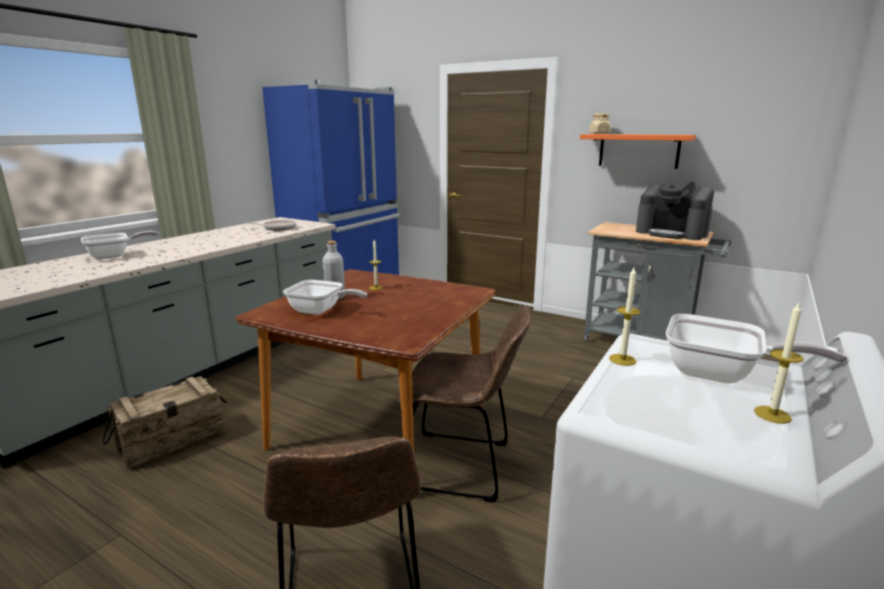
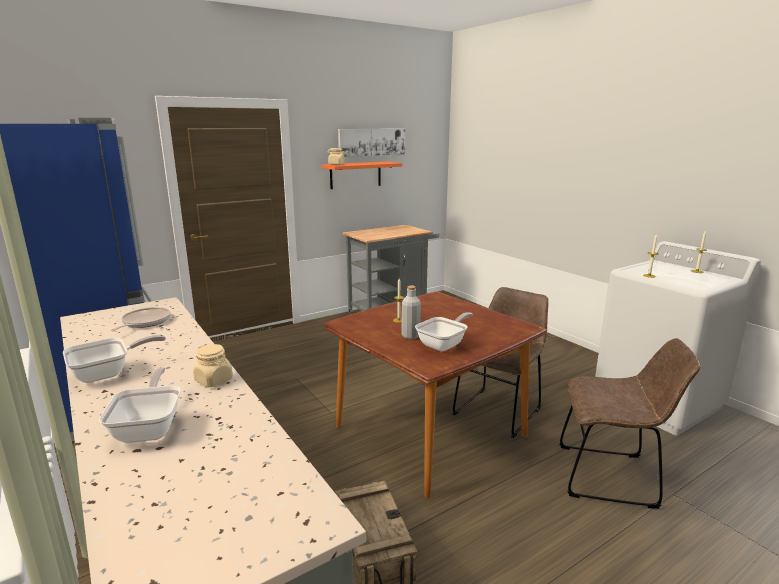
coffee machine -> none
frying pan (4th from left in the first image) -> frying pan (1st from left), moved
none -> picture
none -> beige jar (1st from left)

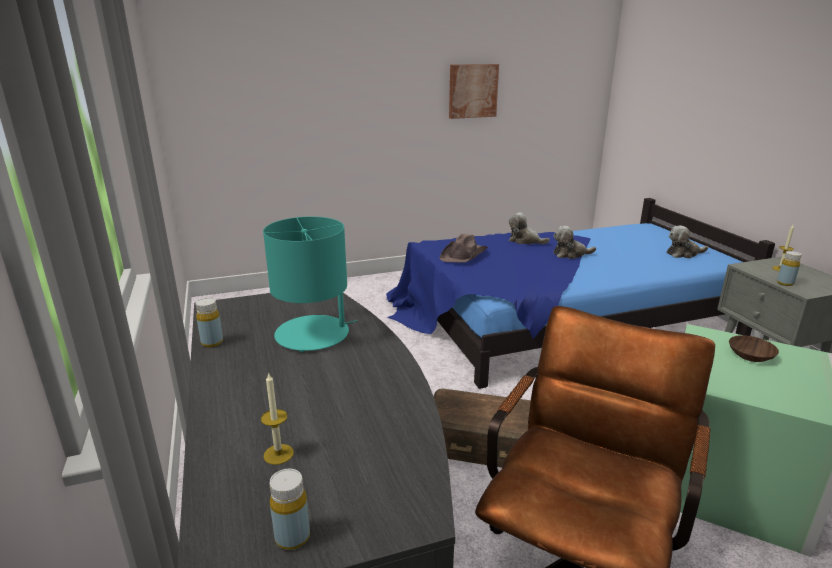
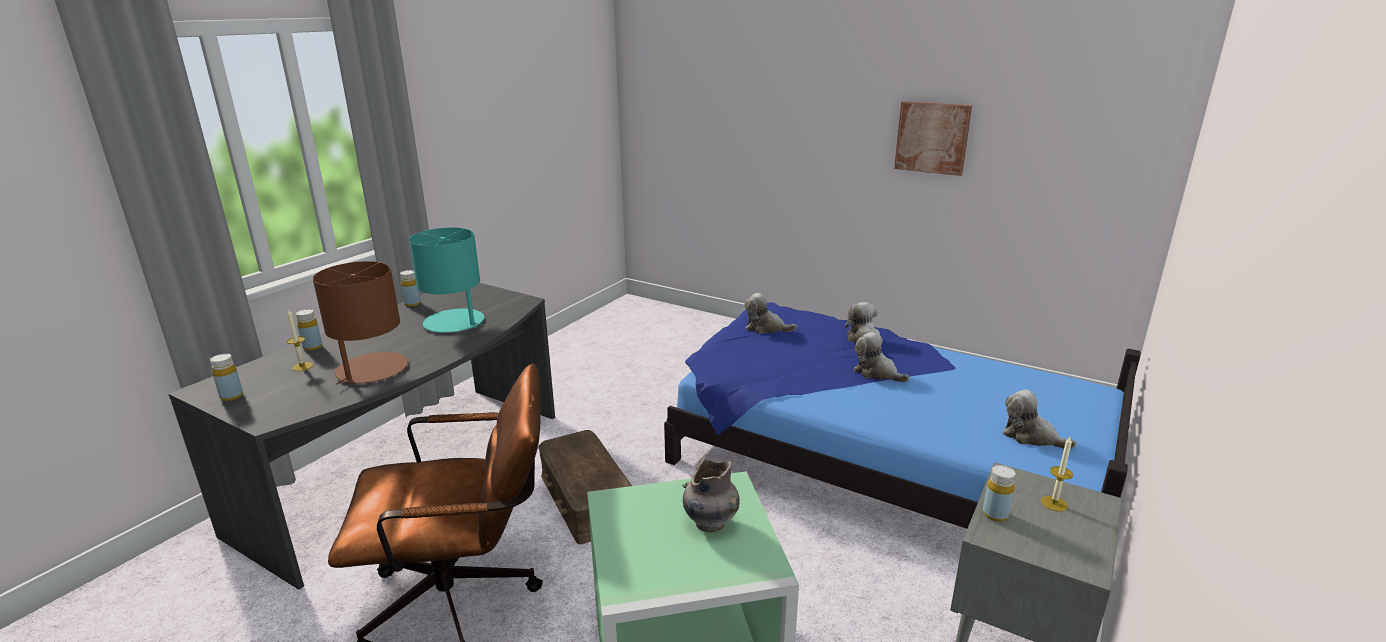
brown hat -> plush toy (1st from left)
brown bowl -> grey vase
none -> brown table lamp
none -> yellow bottle (2nd from left)

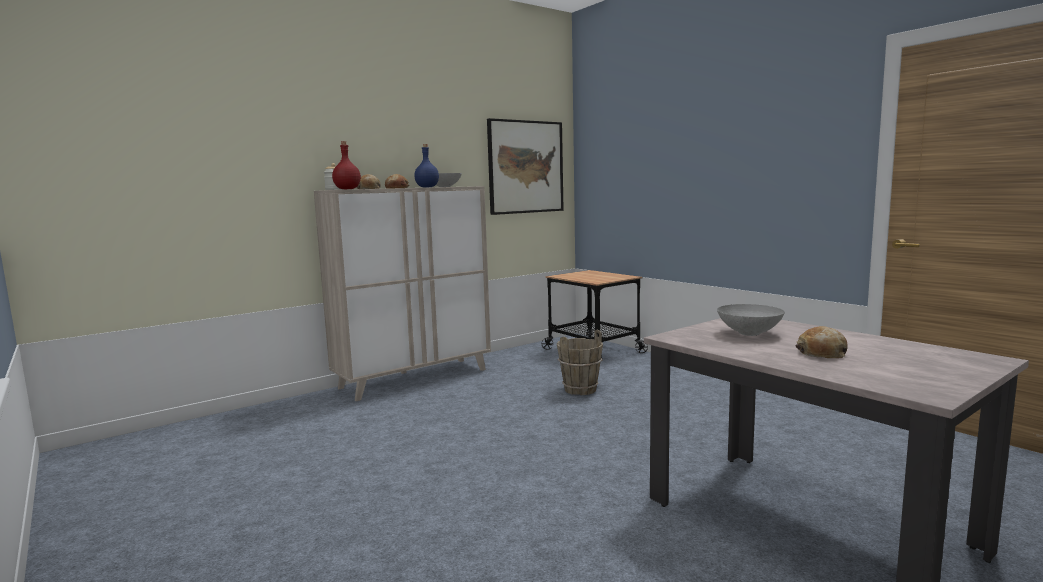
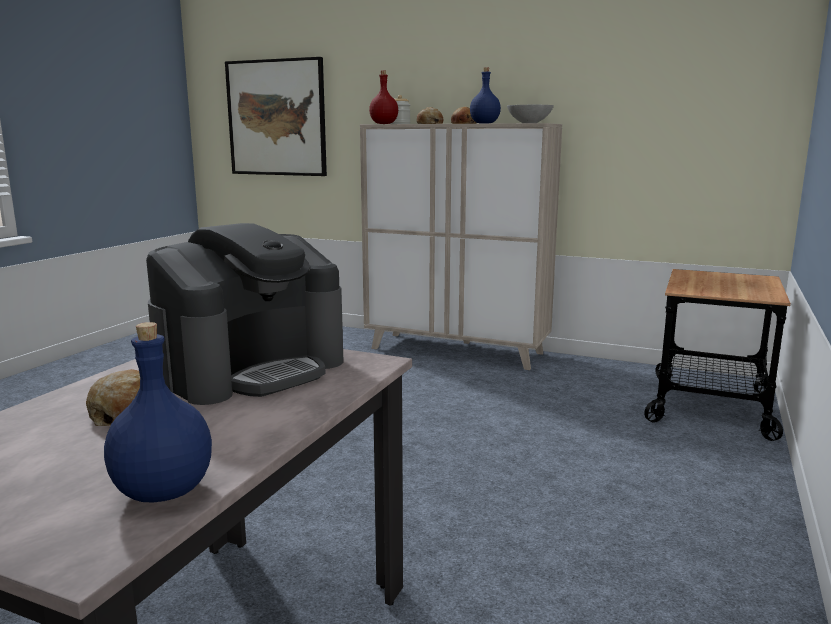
picture, moved
grey bowl (2nd from left) -> coffee machine
brown bucket -> none
none -> blue bottle (1st from left)

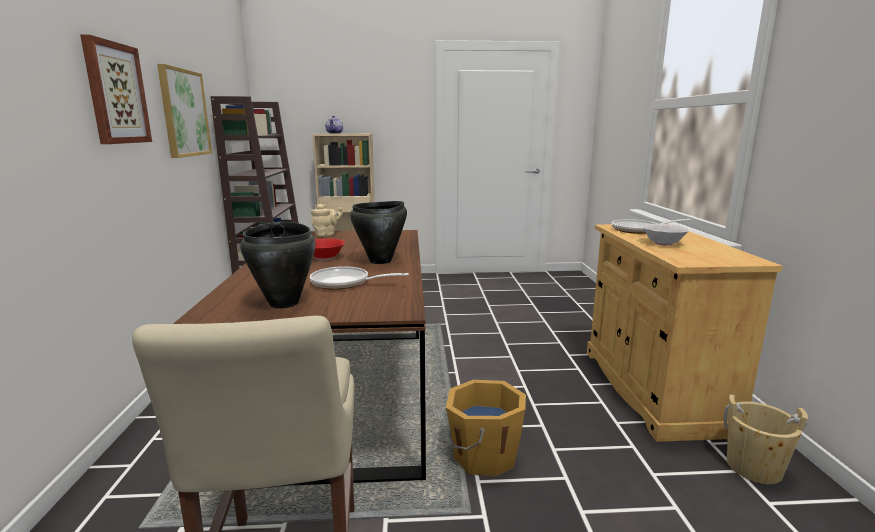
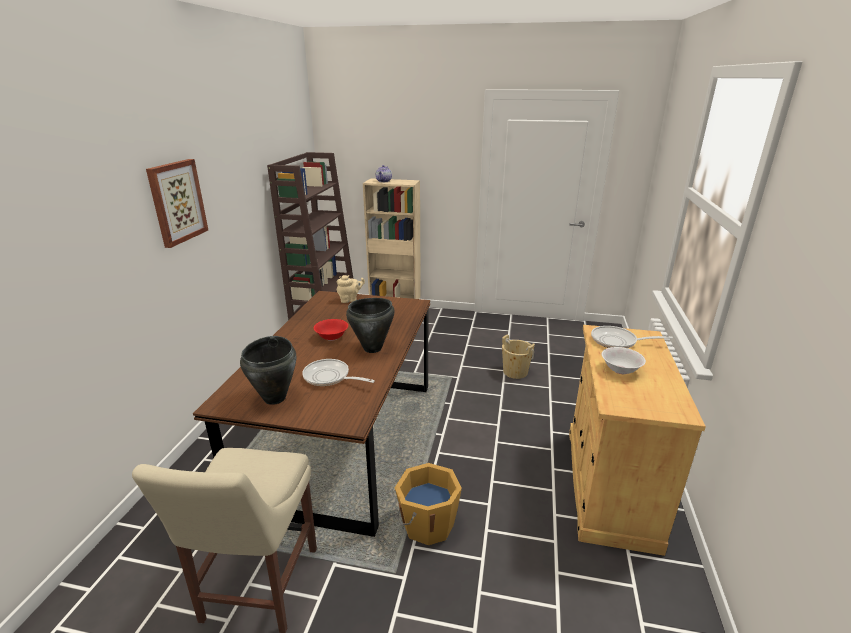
picture (2nd from left) -> none
beige bucket, moved

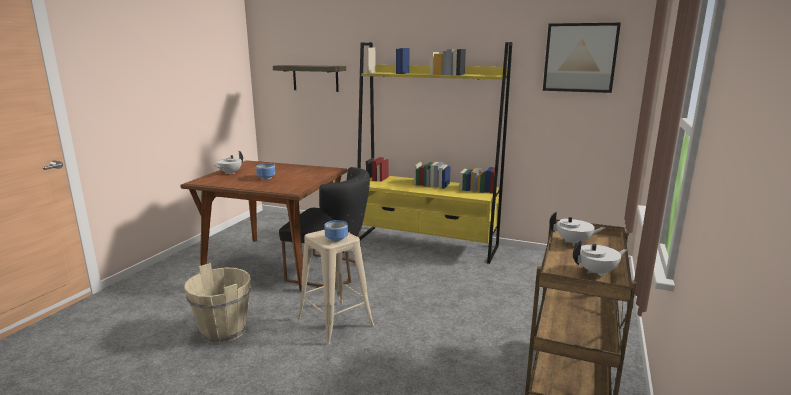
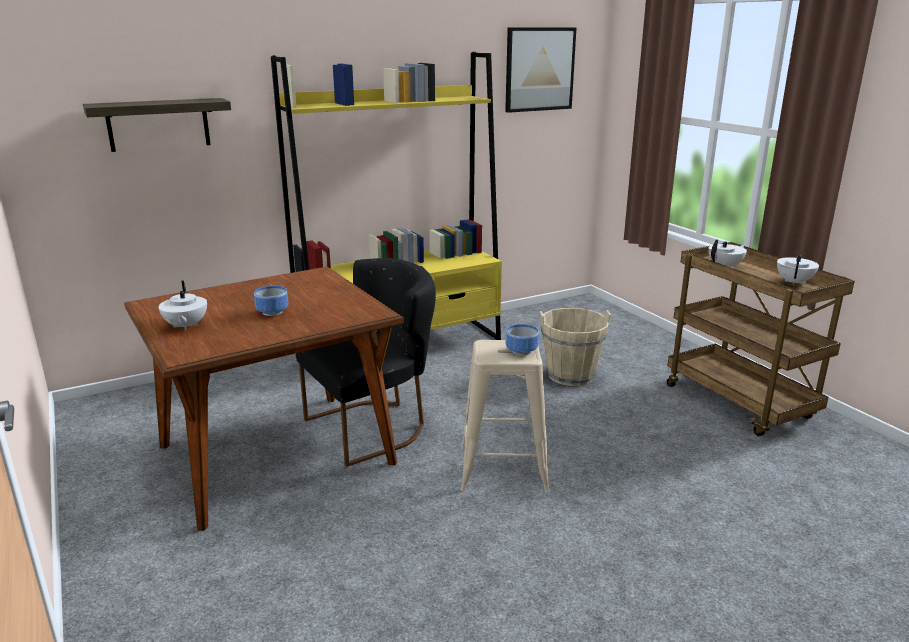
beige bucket, moved

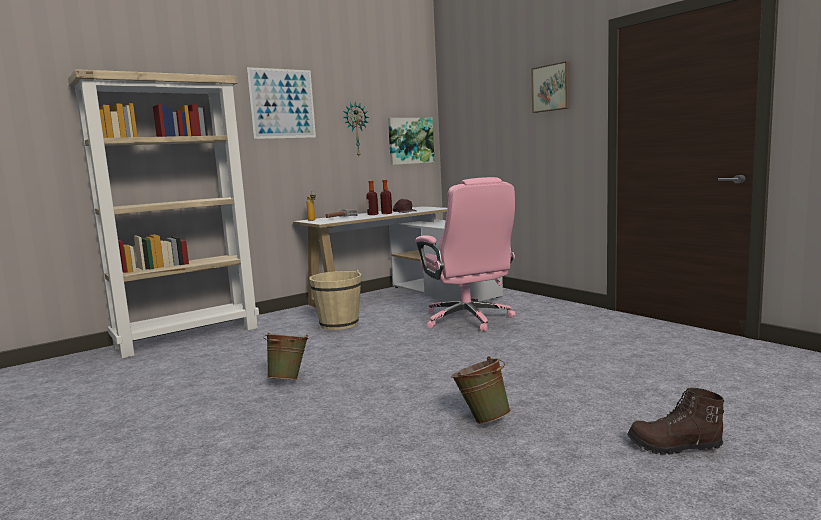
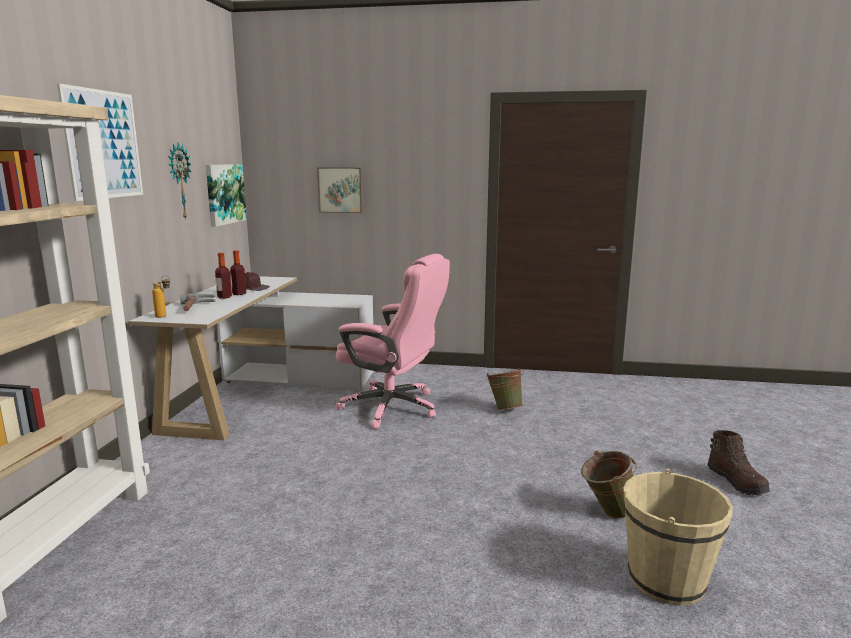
picture (3rd from left), moved
beige bucket, moved
green bucket (1st from left), moved
brown boot, 75 degrees counterclockwise

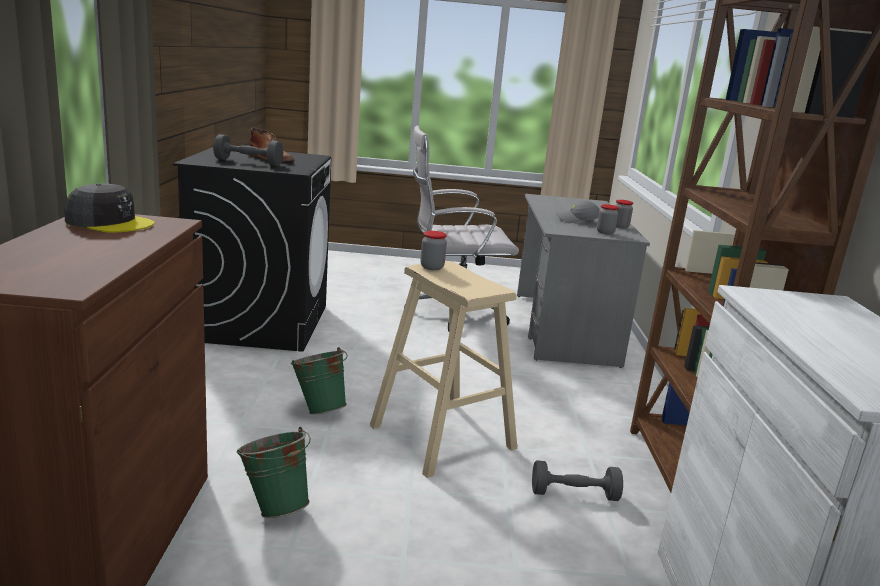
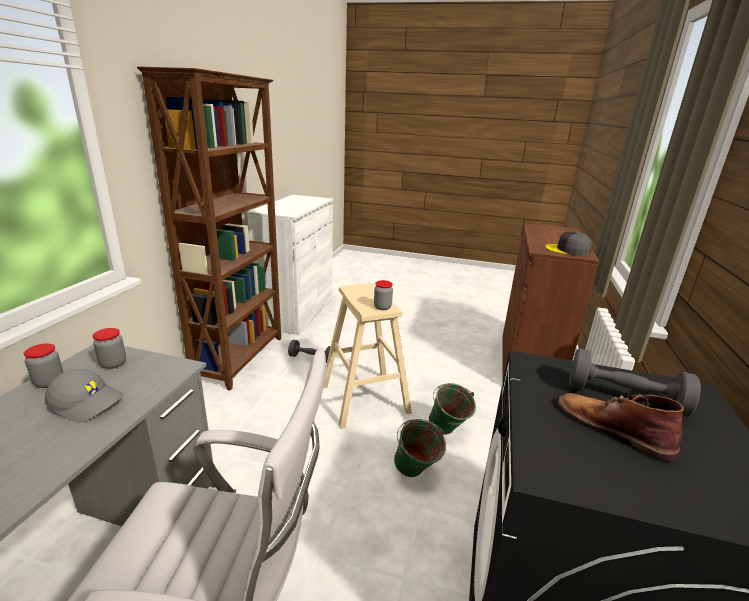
green bucket (1st from left), moved

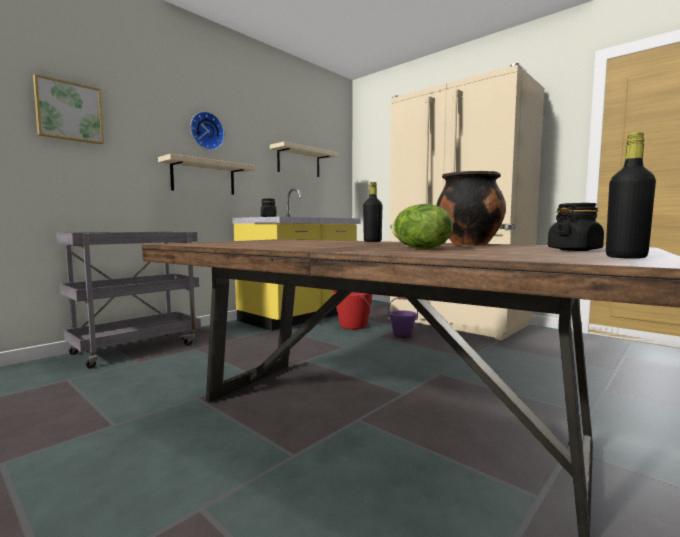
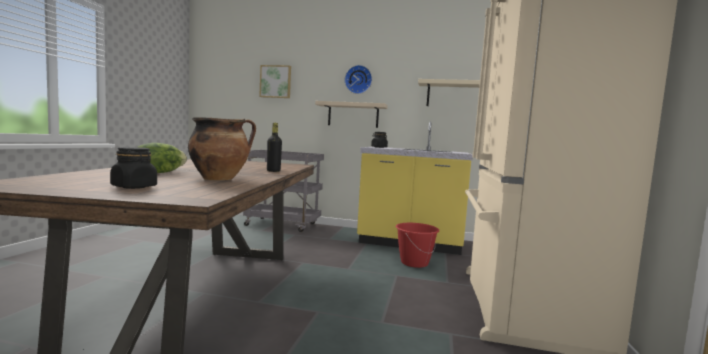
black bottle (2nd from left) -> none
purple bucket -> none

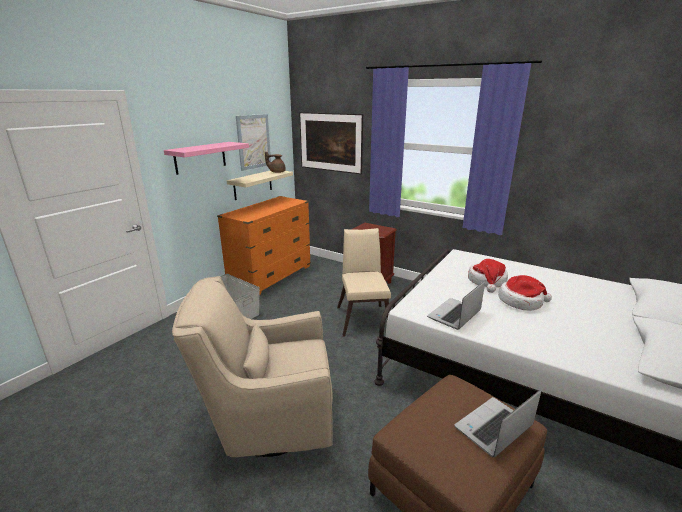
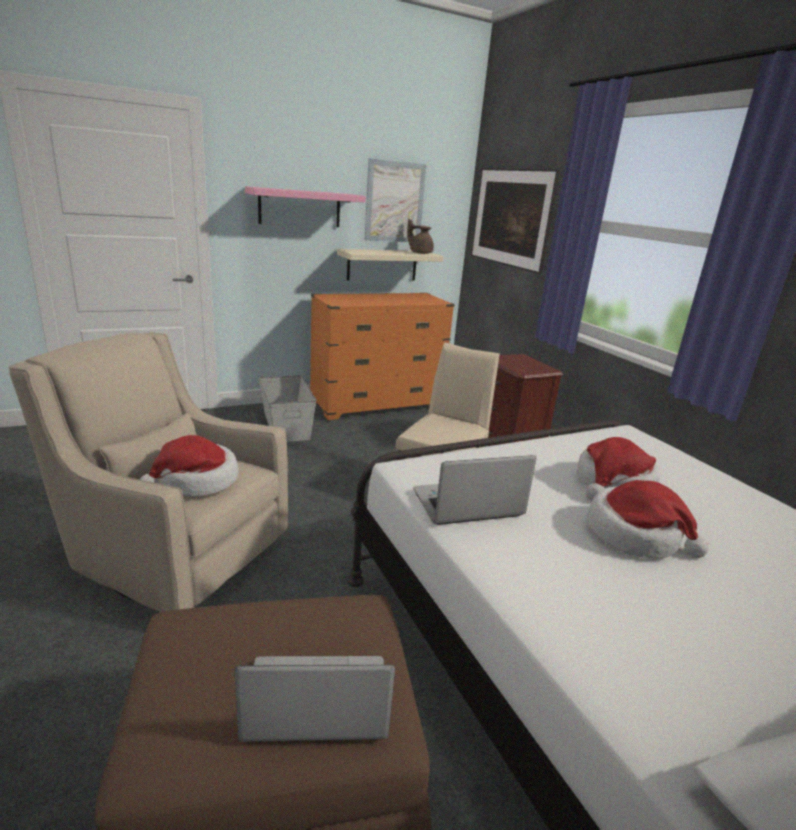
none -> hat (1st from left)

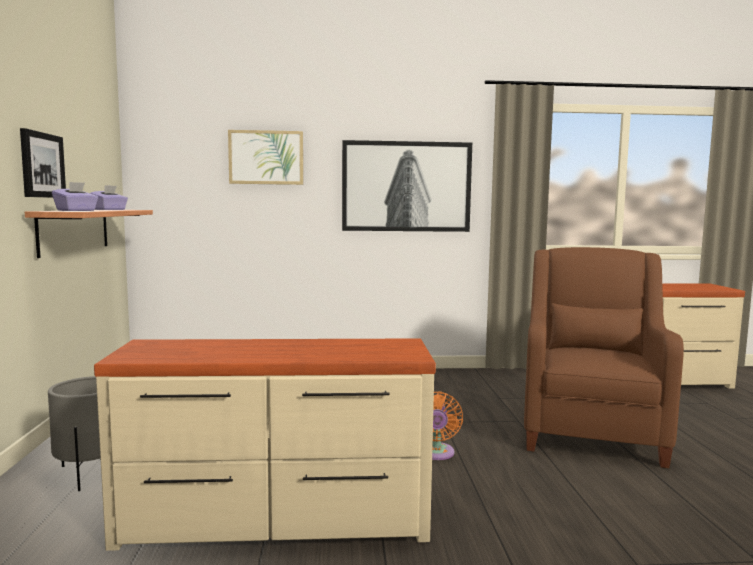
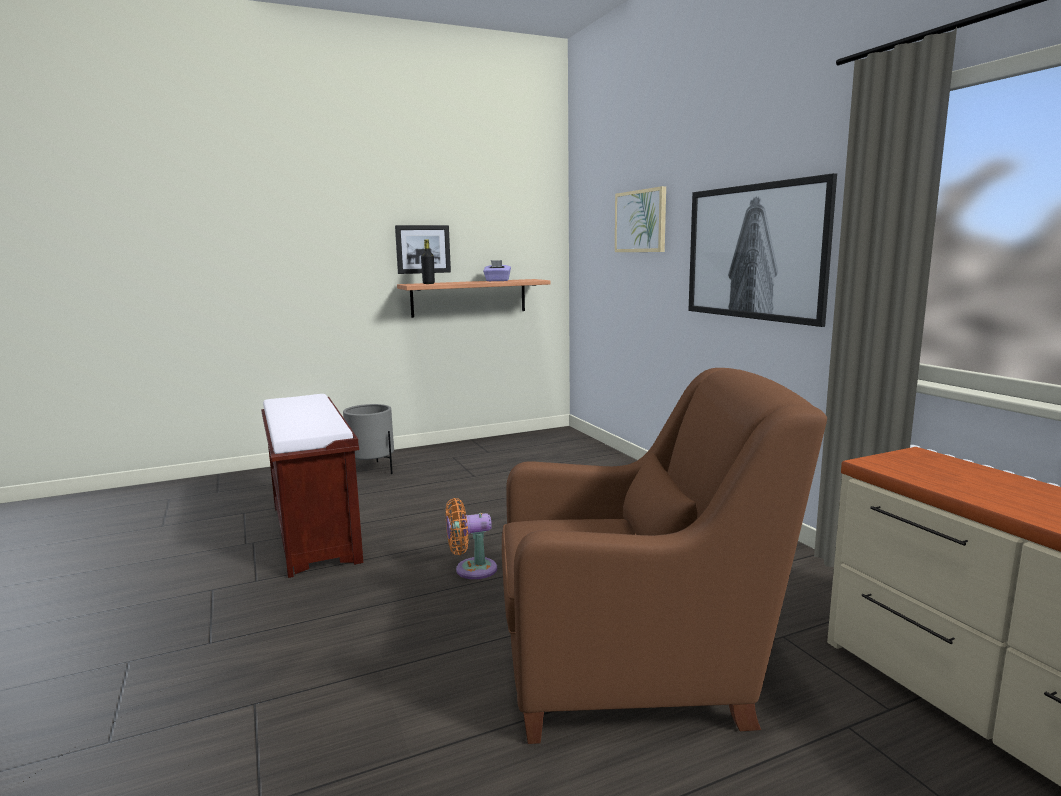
purple tissue box (1st from left) -> black bottle
beige dresser (1st from left) -> brown bench

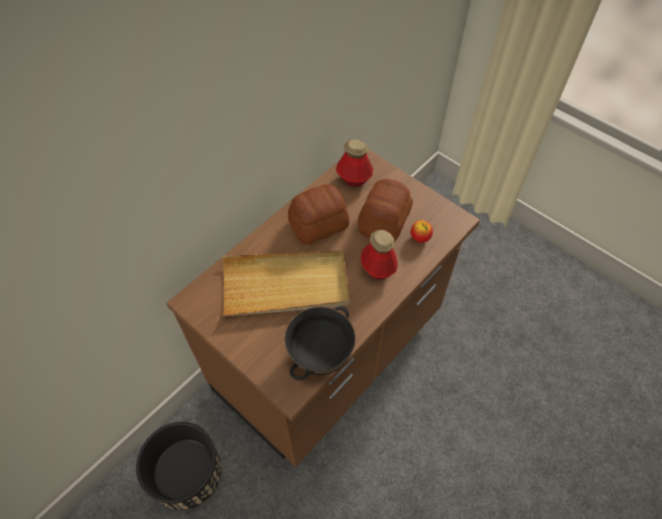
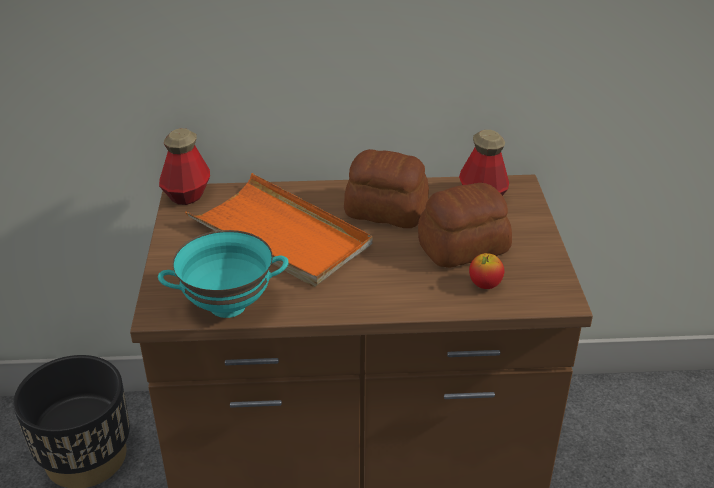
bottle (2nd from left in the first image) -> bottle (1st from left), moved
beige tray -> orange tray
black bowl -> turquoise bowl

